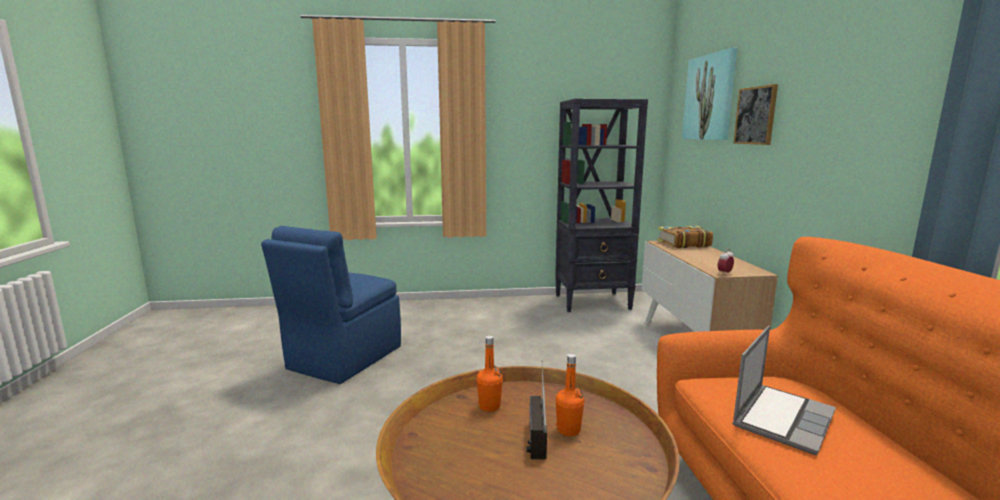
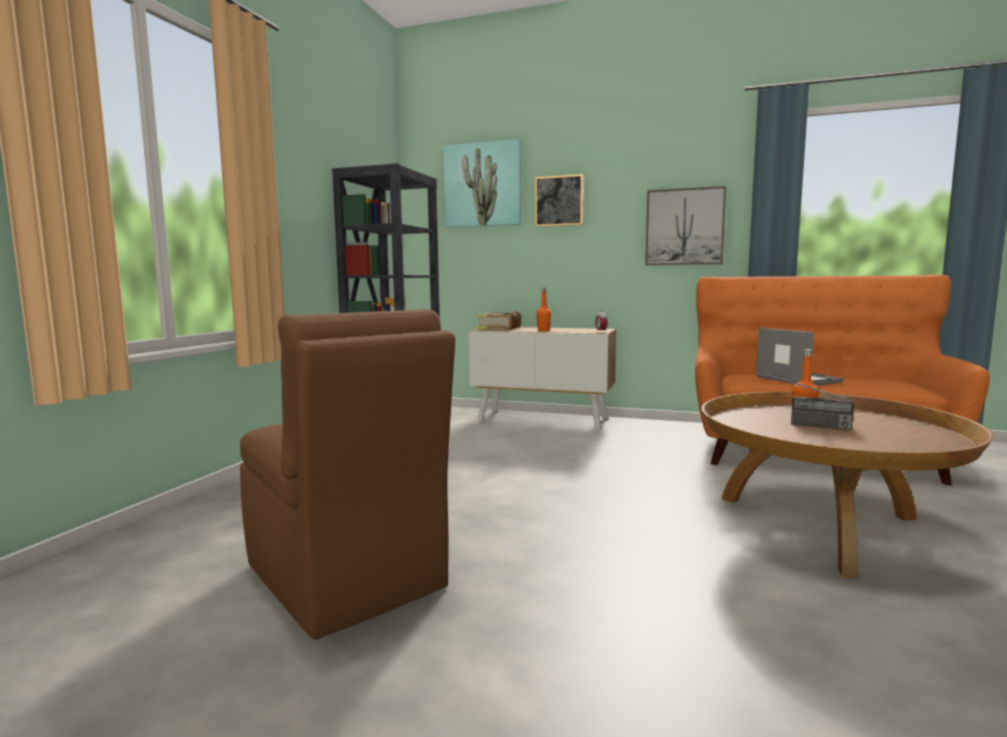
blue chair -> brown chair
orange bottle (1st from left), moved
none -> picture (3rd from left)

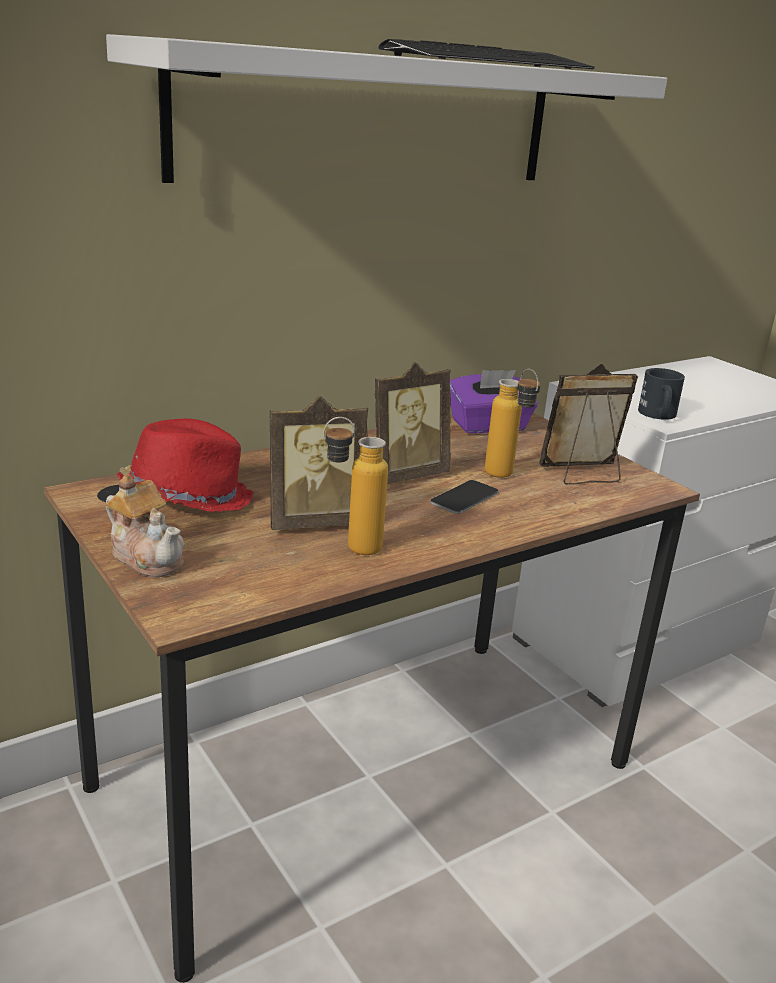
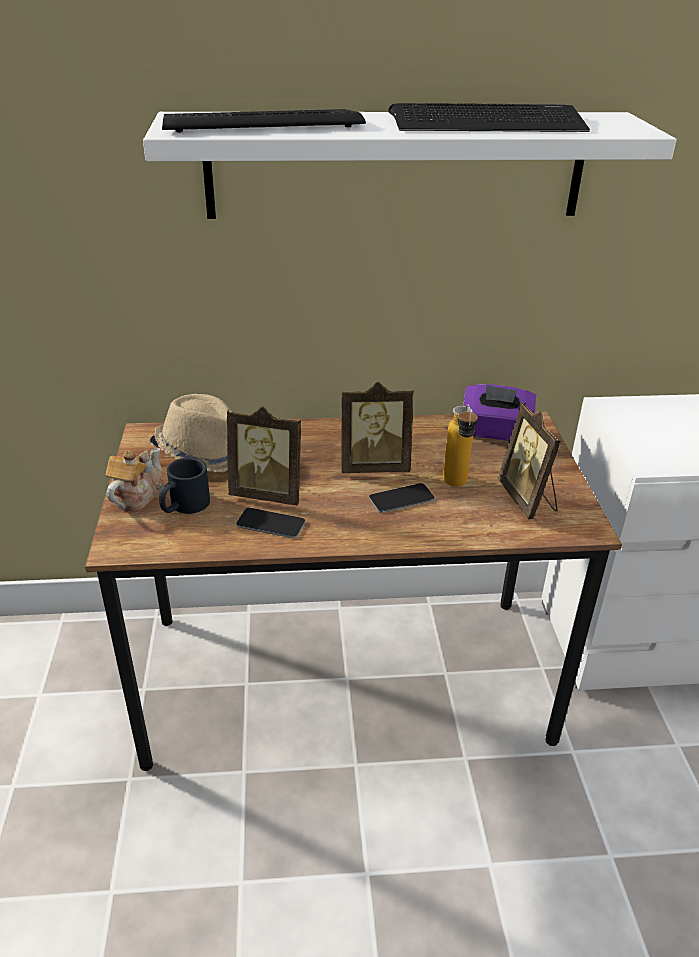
picture frame (3rd from left), 120 degrees counterclockwise
black mug, moved
bottle (1st from left) -> phone (1st from left)
red hat -> beige hat
teapot, 135 degrees counterclockwise
none -> keyboard (1st from left)

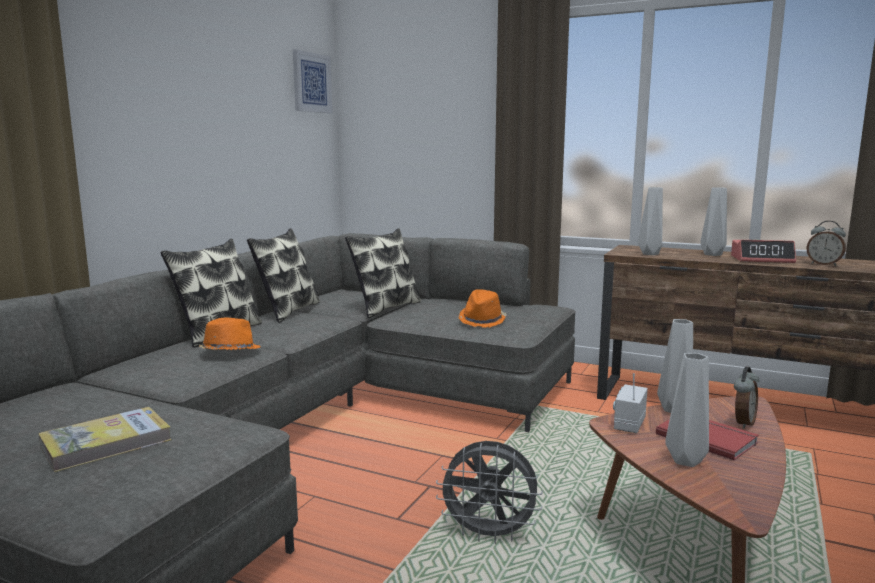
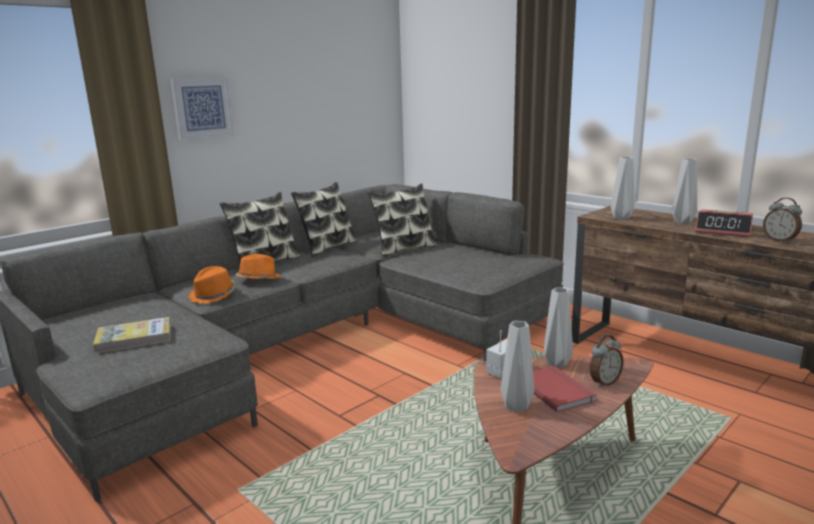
picture, moved
orange hat (2nd from left in the first image) -> orange hat (1st from left), moved
grey fan -> none

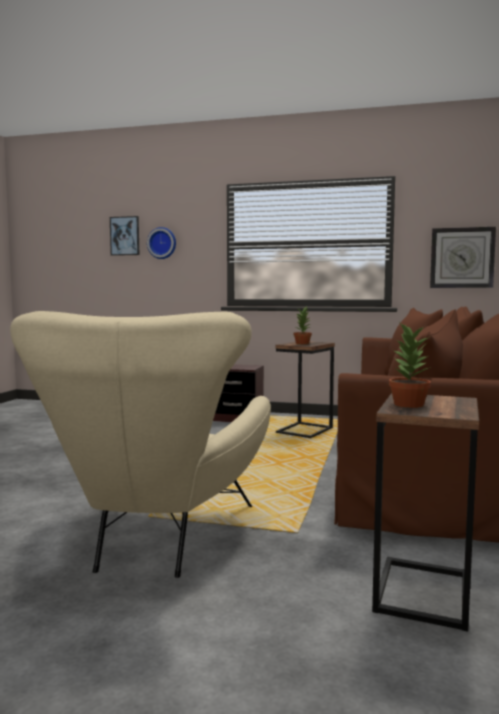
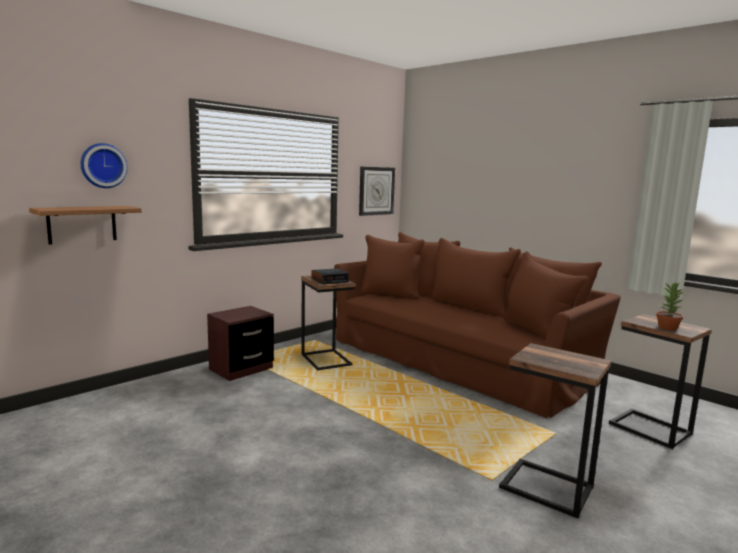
picture -> none
potted plant (1st from left) -> alarm clock
beige armchair -> side table (2nd from left)
none -> shelf

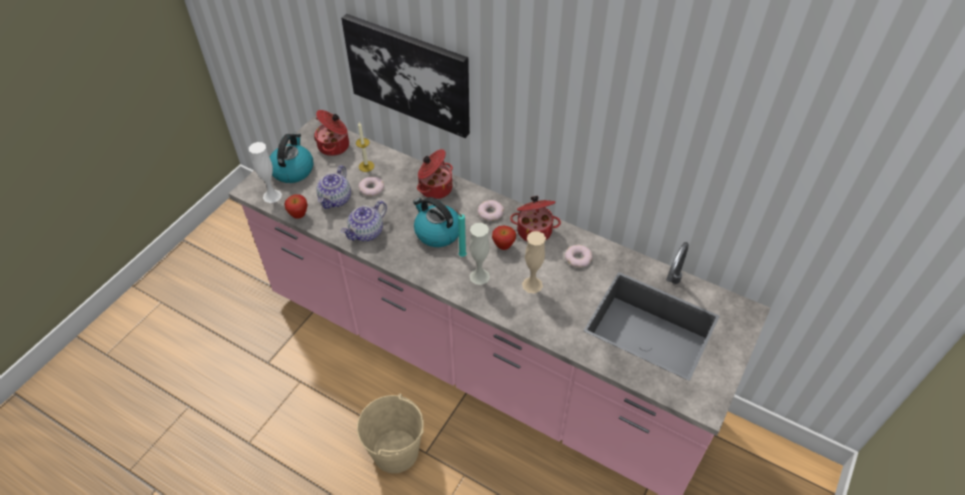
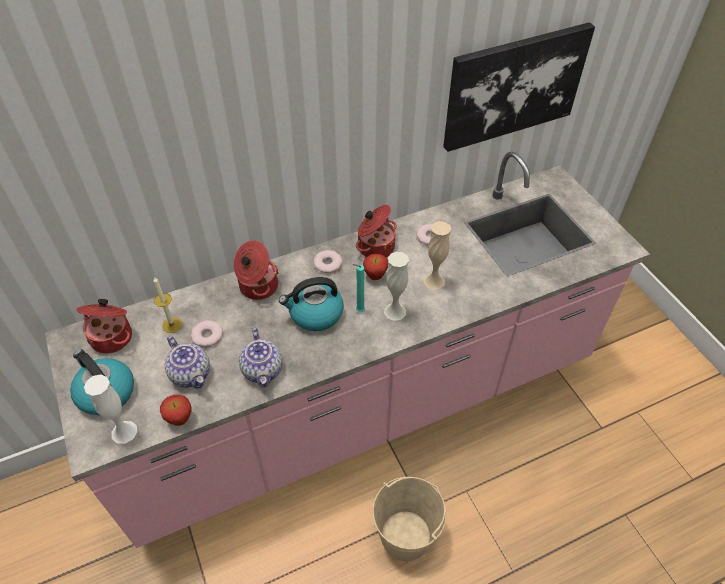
picture, moved

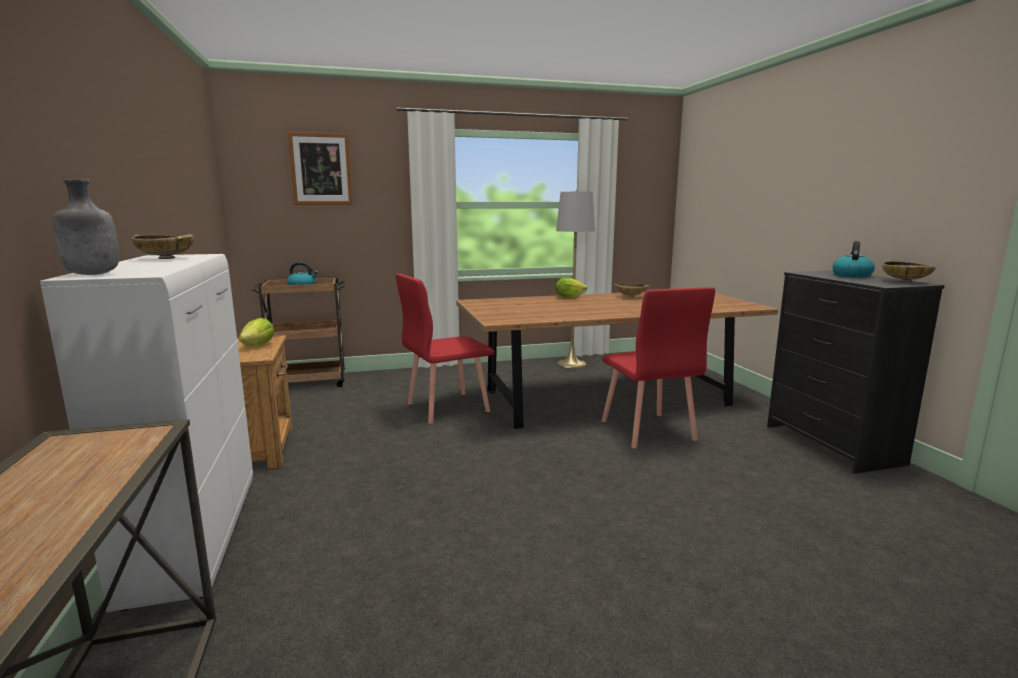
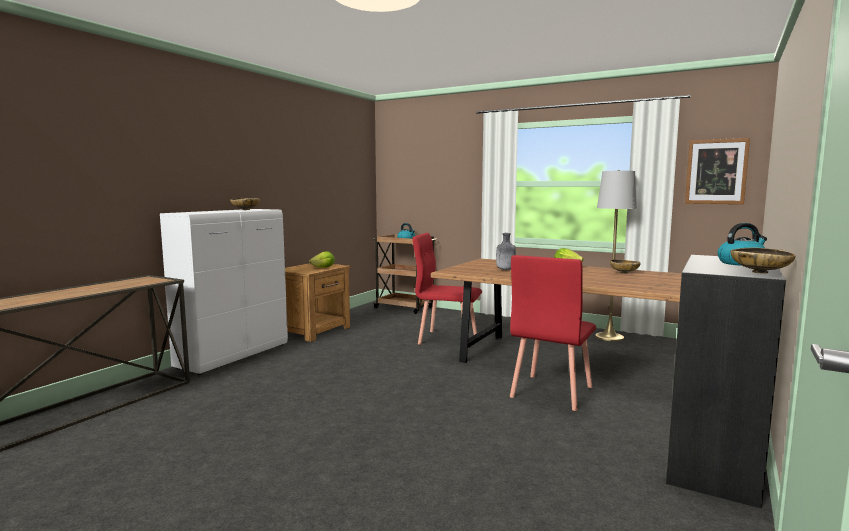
picture, moved
grey bottle, moved

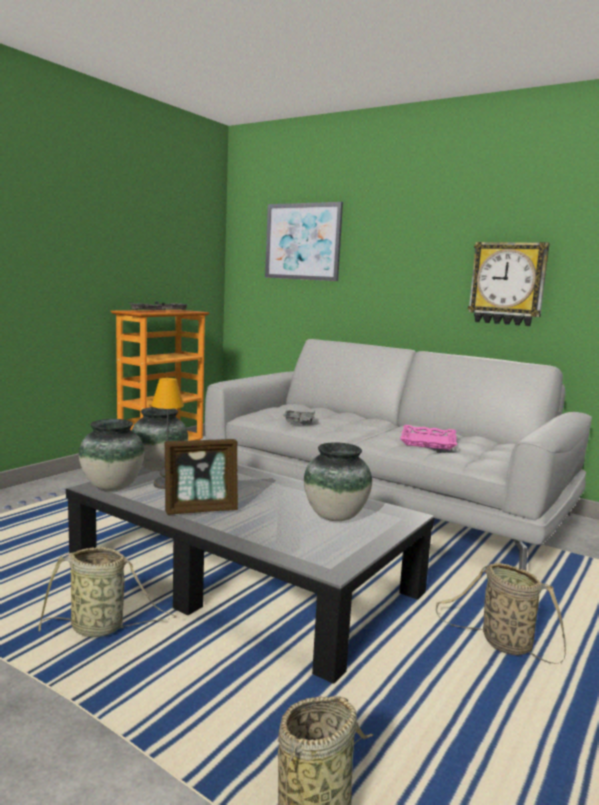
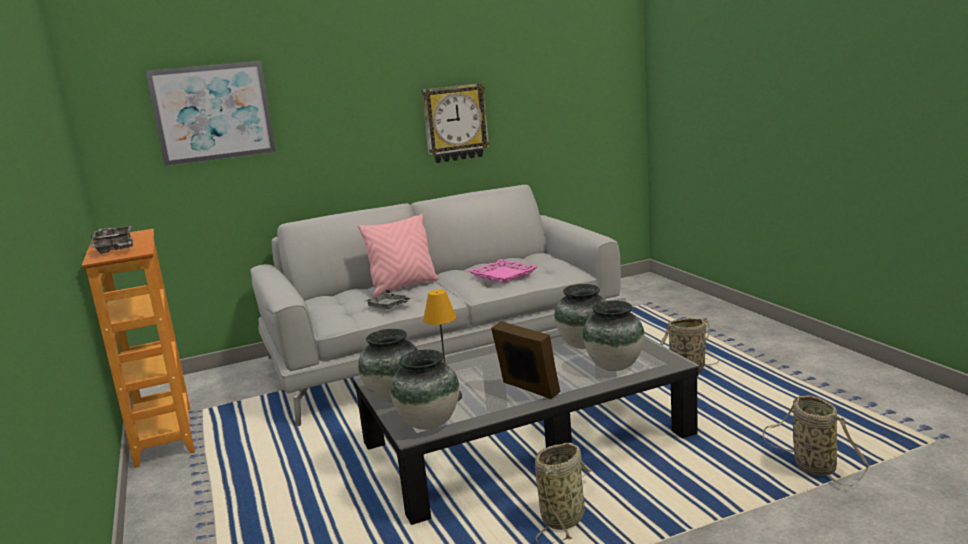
picture frame, 60 degrees counterclockwise
none -> pink pillow
none -> vase (4th from left)

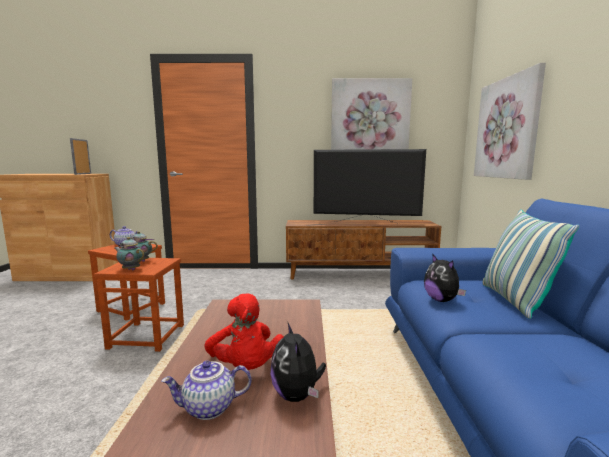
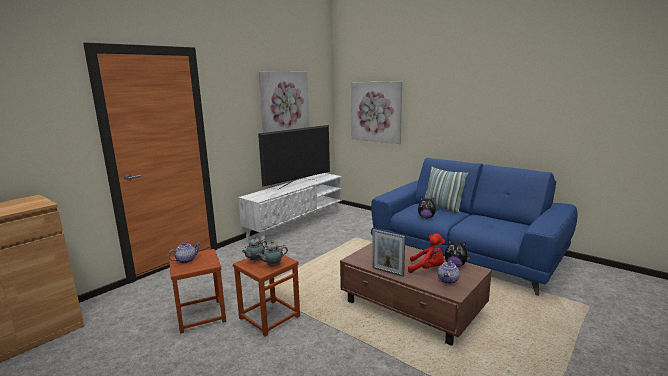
picture frame, moved
brown tv stand -> white tv stand

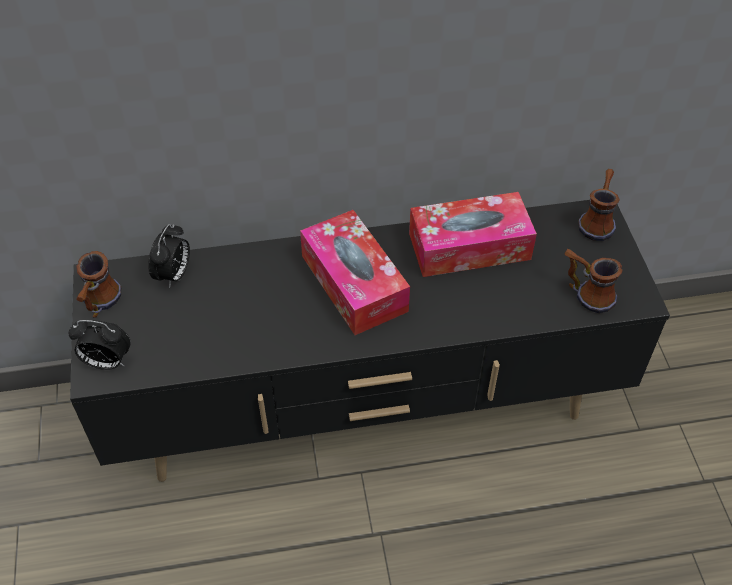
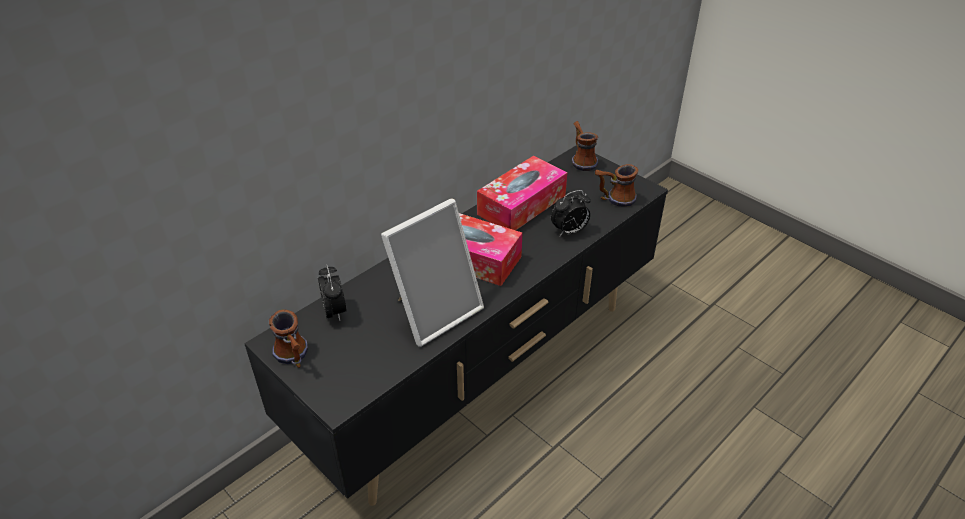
alarm clock (1st from left in the first image) -> alarm clock (2nd from left), moved
none -> picture frame

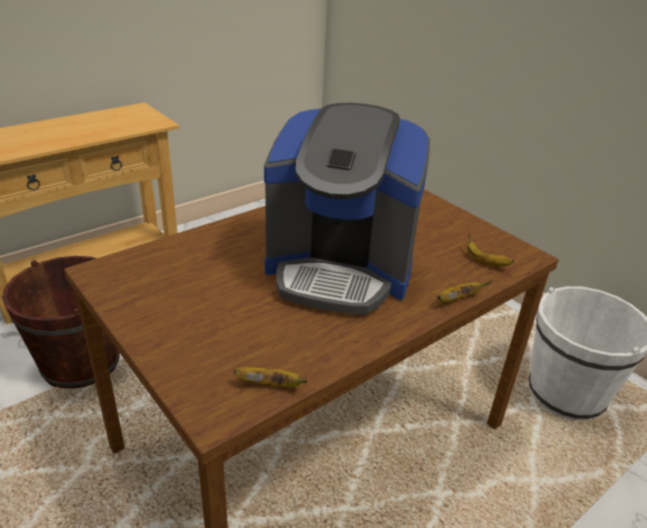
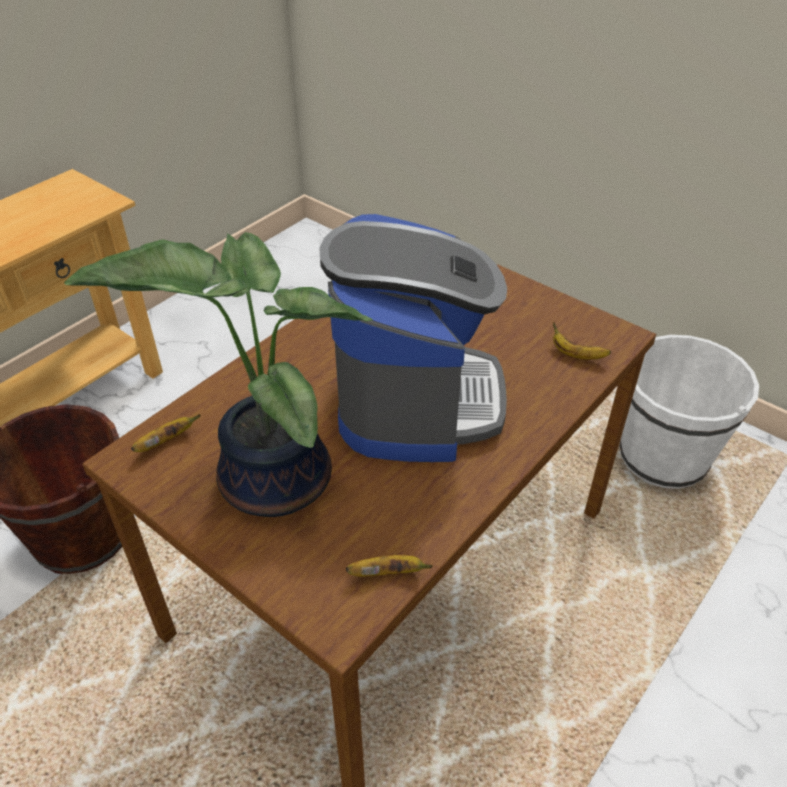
coffee machine, 90 degrees counterclockwise
banana (2nd from left in the first image) -> banana (1st from left), moved
none -> potted plant

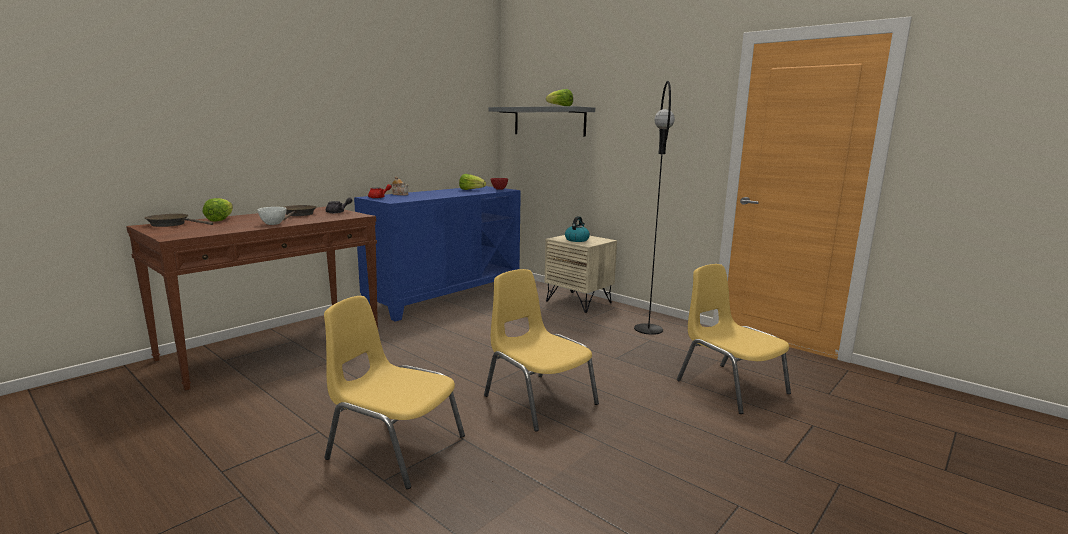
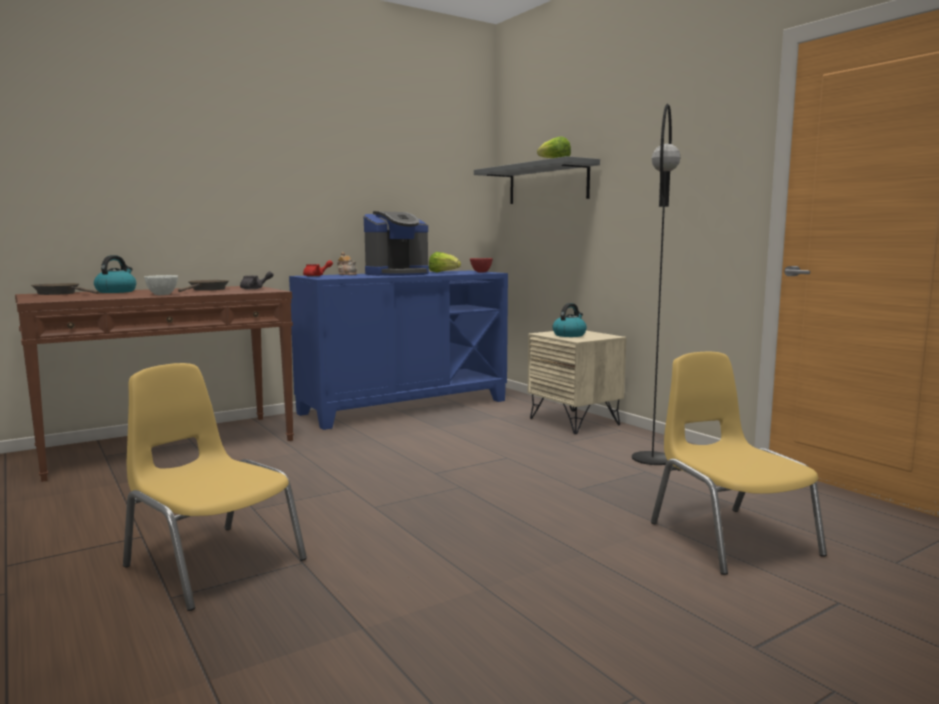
lettuce (1st from left) -> kettle (1st from left)
yellow chair (2nd from left) -> none
none -> coffee machine

